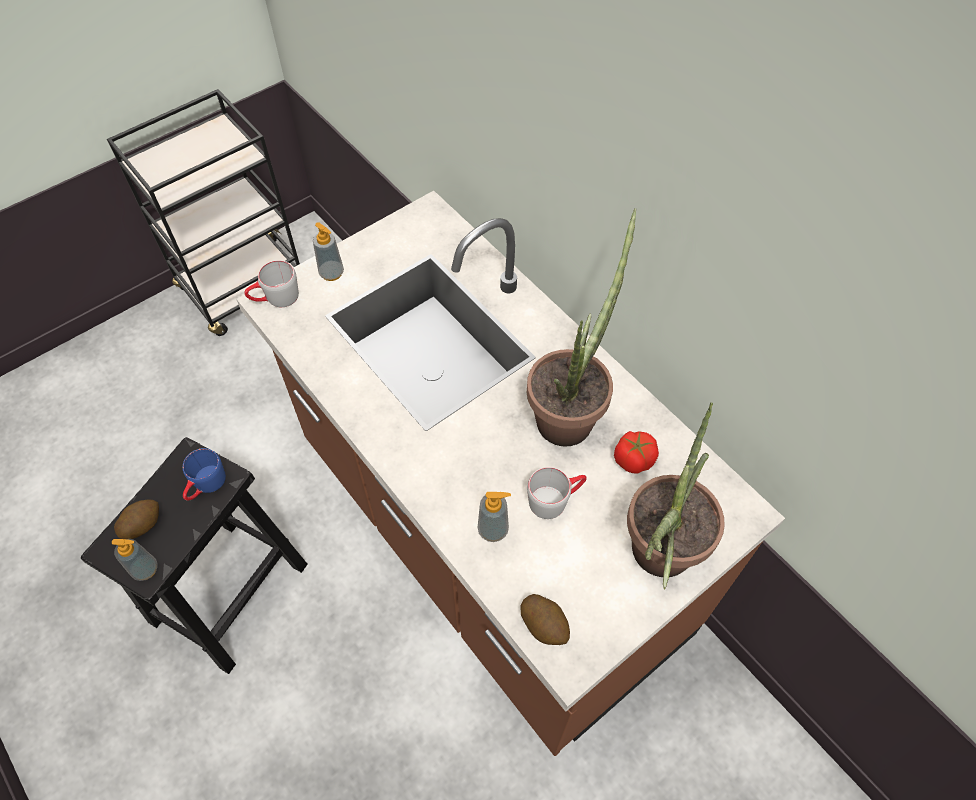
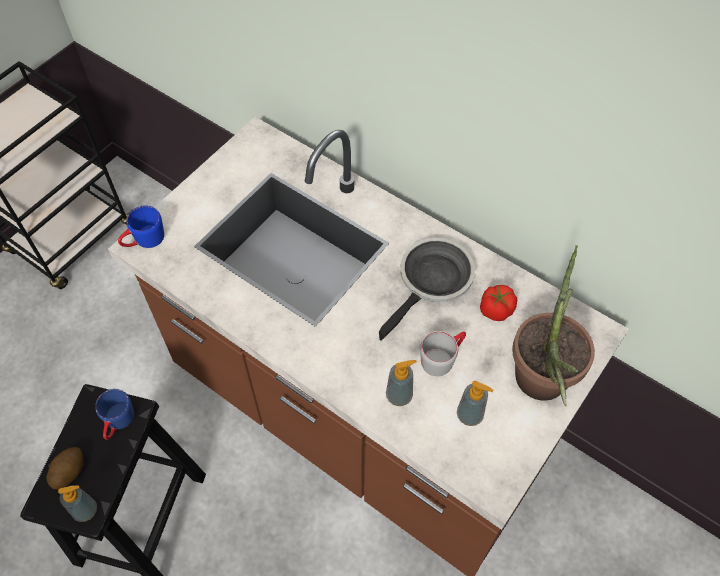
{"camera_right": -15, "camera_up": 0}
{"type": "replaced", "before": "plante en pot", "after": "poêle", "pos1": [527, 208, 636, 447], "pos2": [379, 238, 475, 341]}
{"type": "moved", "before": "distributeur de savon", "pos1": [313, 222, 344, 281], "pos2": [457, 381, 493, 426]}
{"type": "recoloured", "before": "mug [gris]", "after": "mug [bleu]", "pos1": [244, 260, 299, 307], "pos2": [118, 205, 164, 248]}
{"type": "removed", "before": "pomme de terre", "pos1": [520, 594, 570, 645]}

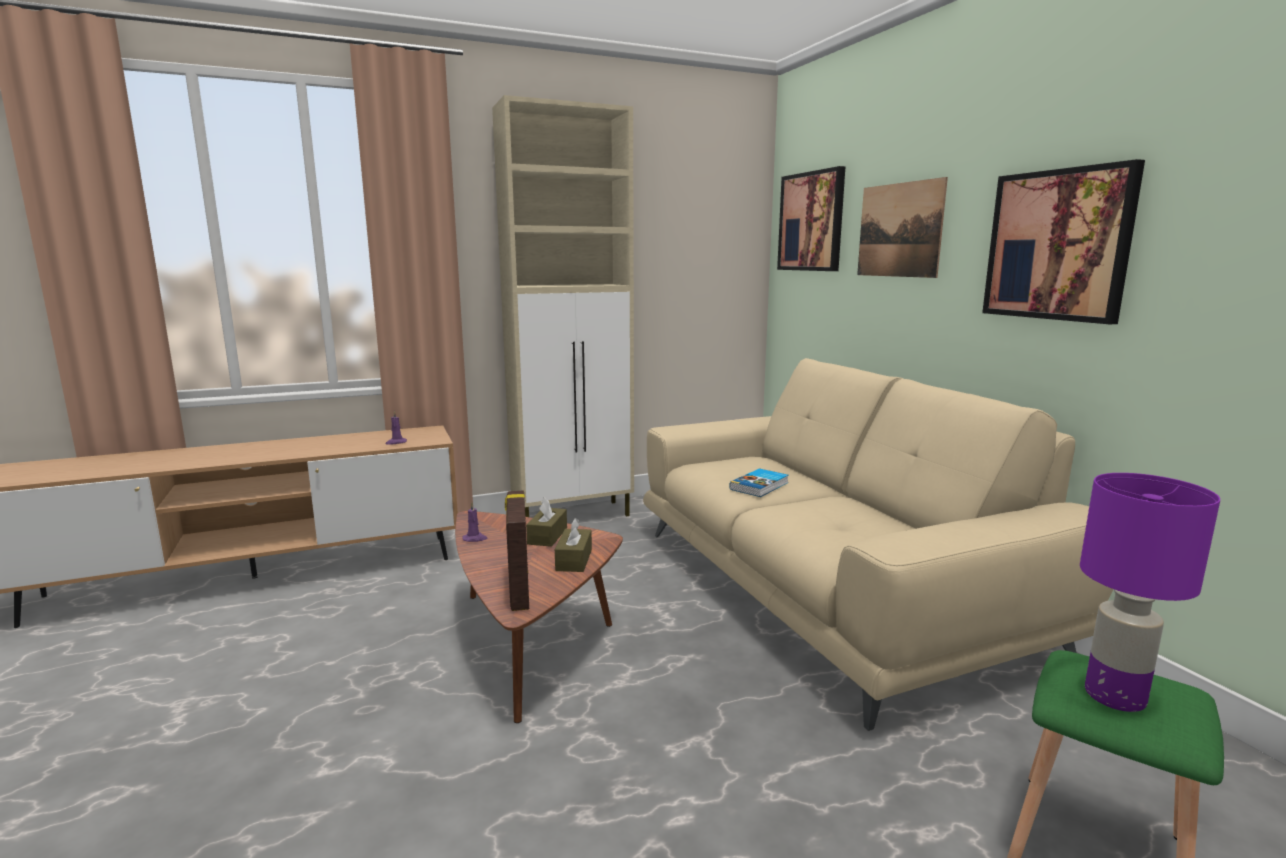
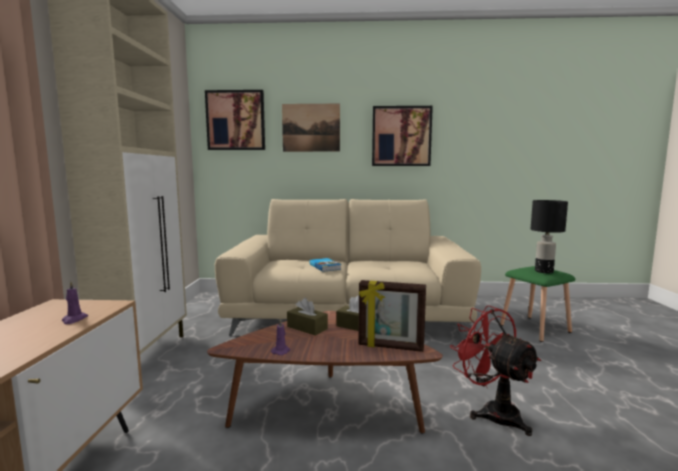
{"camera_right": -65, "camera_up": -5}
{"type": "recoloured", "before": "lampe de table [violet]", "after": "lampe de table [noir]", "pos1": [1080, 473, 1220, 712], "pos2": [531, 200, 568, 274]}
{"type": "added", "after": "ventilateur [rouge]", "pos2": [450, 305, 541, 436]}

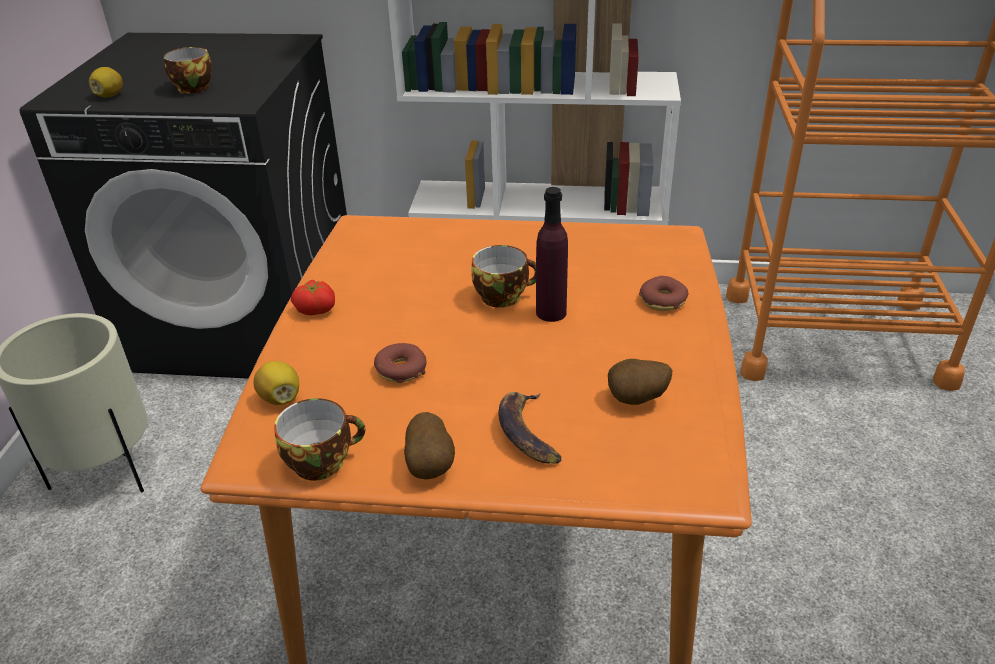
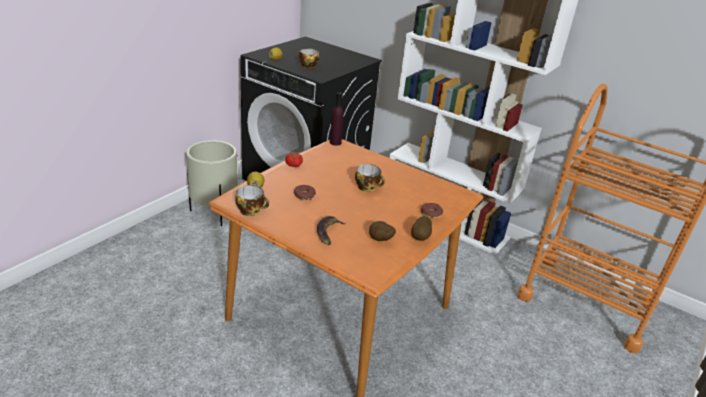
{"camera_right": 25, "camera_up": -5}
{"type": "moved", "before": "bouteille [violet]", "pos1": [536, 187, 568, 322], "pos2": [330, 92, 344, 146]}
{"type": "moved", "before": "pomme de terre", "pos1": [404, 412, 455, 479], "pos2": [411, 216, 432, 241]}

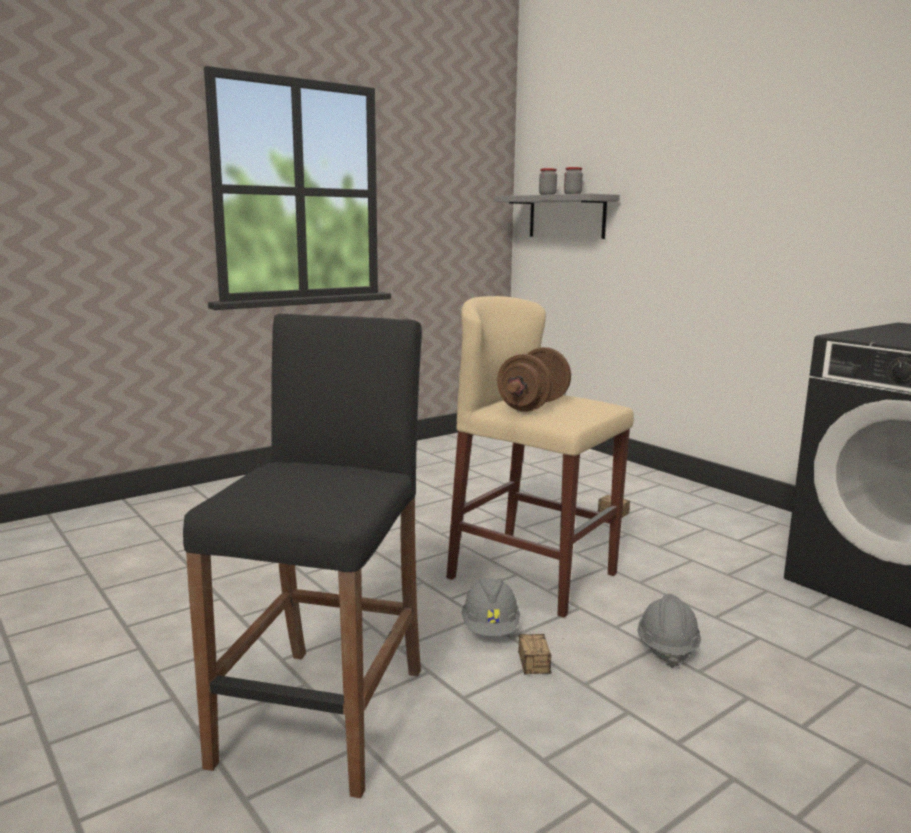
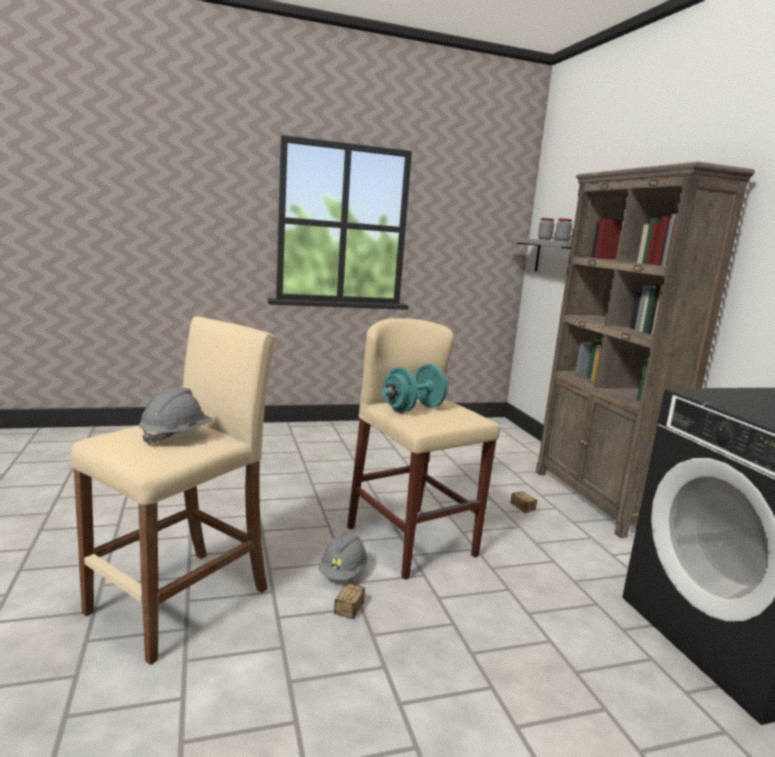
{"camera_right": 20, "camera_up": 0}
{"type": "recoloured", "before": "tabouret [noir]", "after": "tabouret [beige]", "pos1": [183, 314, 422, 798], "pos2": [71, 316, 274, 665]}
{"type": "recoloured", "before": "haltère [marron]", "after": "haltère [turquoise]", "pos1": [497, 347, 571, 412], "pos2": [382, 364, 448, 413]}
{"type": "moved", "before": "casque de chantier [gris]", "pos1": [637, 594, 701, 668], "pos2": [139, 387, 212, 445]}
{"type": "added", "after": "bibliothèque [marron]", "pos2": [536, 161, 755, 538]}

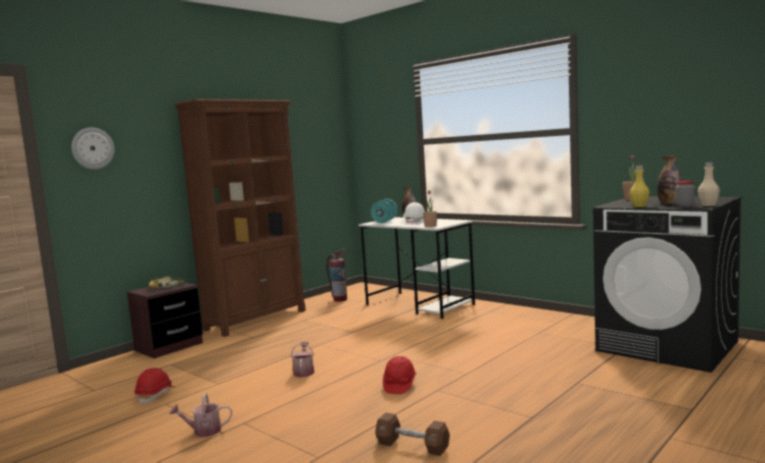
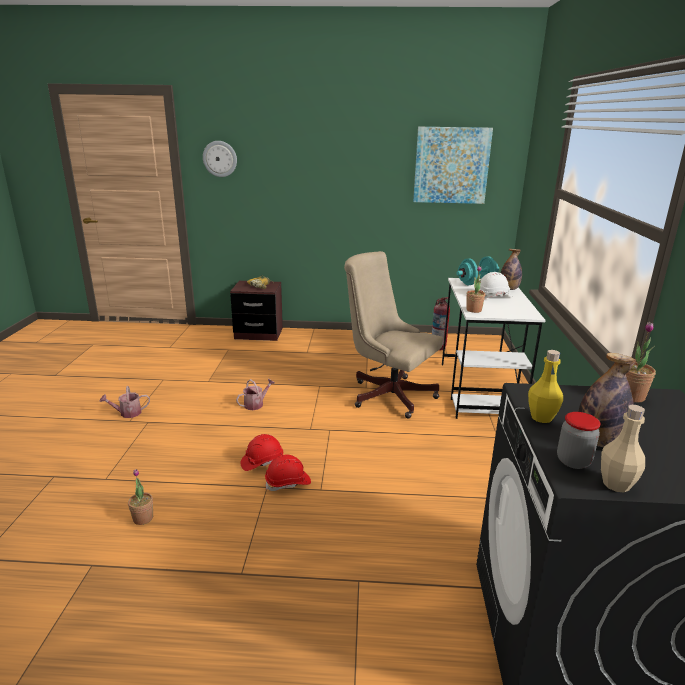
{"camera_right": 50, "camera_up": 15}
{"type": "removed", "before": "bibliothèque [marron]", "pos1": [174, 99, 306, 337]}
{"type": "moved", "before": "casque de chantier [rouge]", "pos1": [134, 368, 174, 405], "pos2": [265, 455, 311, 491]}
{"type": "turned", "before": "arrosoir", "pos1": [169, 393, 232, 437], "pos2": [99, 386, 150, 418], "turn": -60}
{"type": "replaced", "before": "haltère [marron]", "after": "plante en pot", "pos1": [375, 412, 450, 456], "pos2": [128, 469, 153, 525]}
{"type": "added", "after": "tableau", "pos2": [413, 127, 493, 204]}
{"type": "added", "after": "chaise de bureau [beige]", "pos2": [344, 251, 443, 419]}

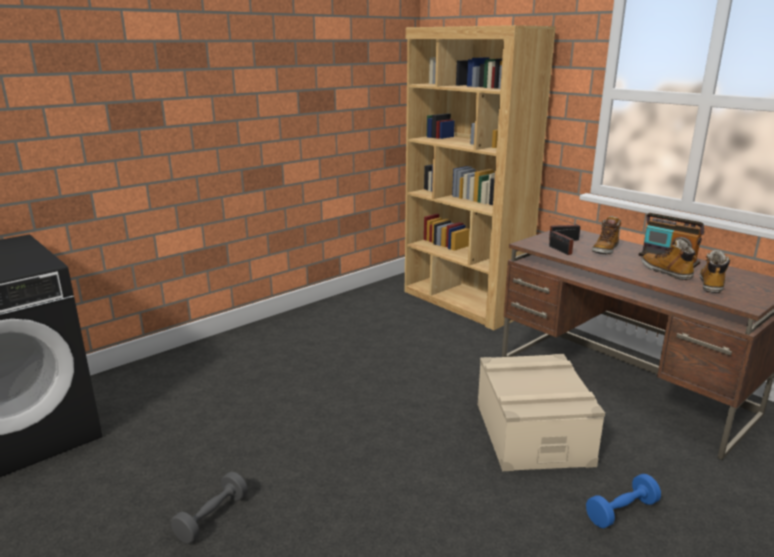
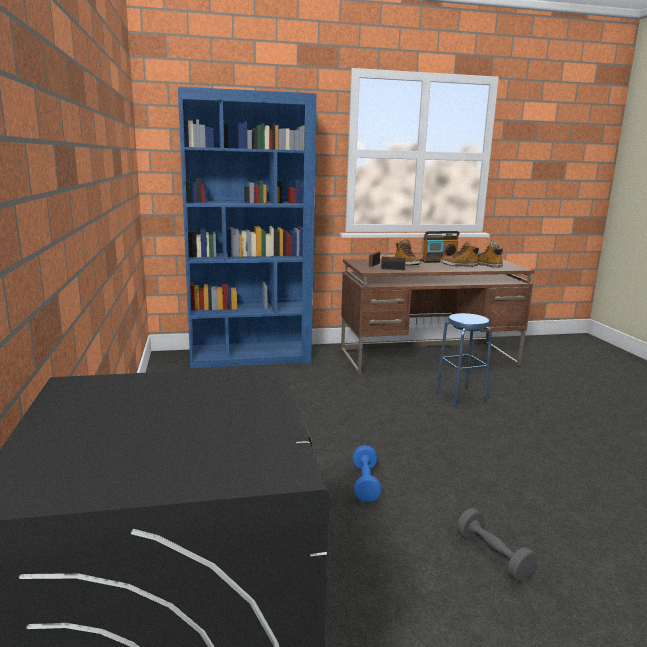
{"camera_right": -60, "camera_up": -5}
{"type": "recoloured", "before": "bibliothèque [marron]", "after": "bibliothèque [bleu]", "pos1": [405, 25, 556, 330], "pos2": [177, 86, 316, 368]}
{"type": "replaced", "before": "boîte de rangement [beige]", "after": "tabouret [bleu]", "pos1": [478, 354, 605, 471], "pos2": [436, 313, 492, 407]}
{"type": "moved", "before": "haltère [bleu]", "pos1": [586, 474, 661, 528], "pos2": [353, 445, 381, 502]}

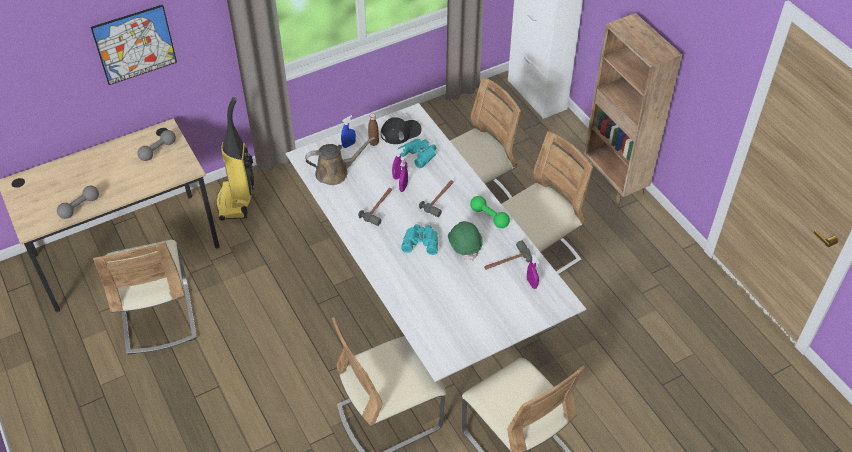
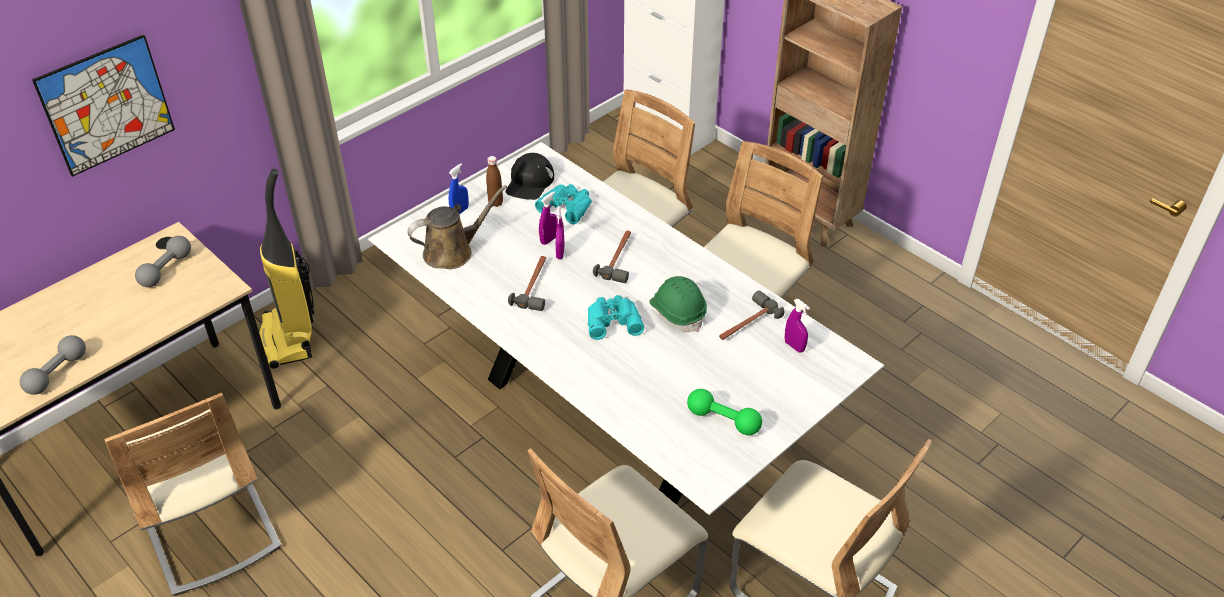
{"camera_right": -15, "camera_up": -5}
{"type": "turned", "before": "casquette [noir]", "pos1": [381, 117, 421, 144], "pos2": [505, 153, 554, 200], "turn": 150}
{"type": "moved", "before": "haltère [vert]", "pos1": [470, 196, 510, 228], "pos2": [687, 389, 762, 435]}

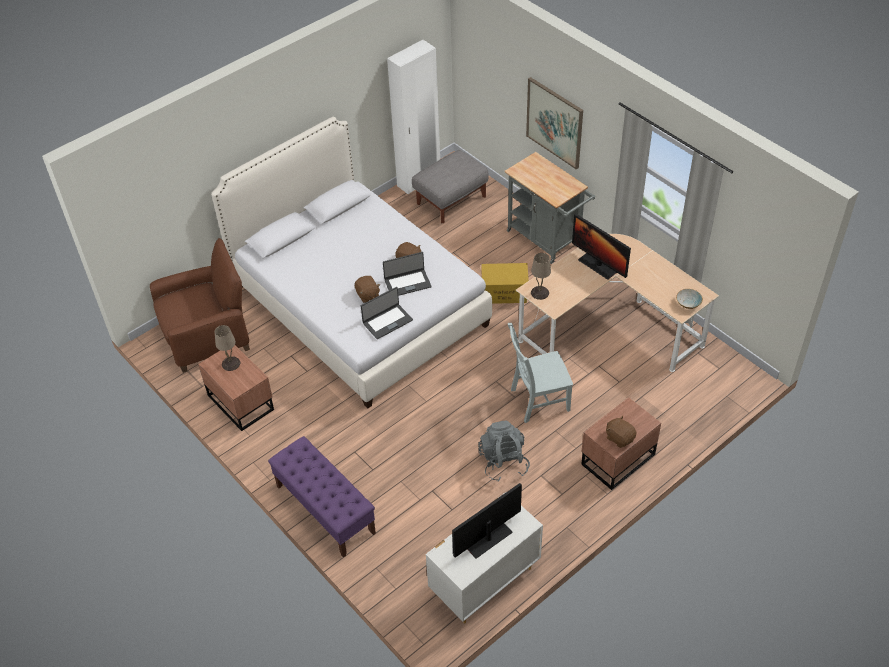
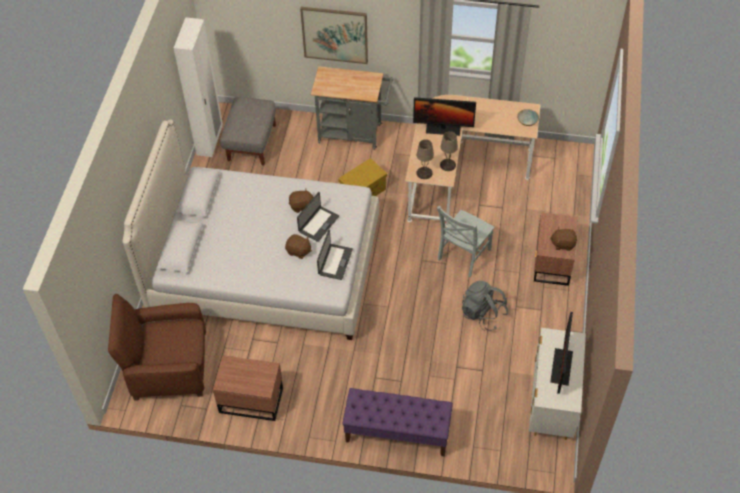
{"camera_right": -40, "camera_up": 5}
{"type": "turned", "before": "fauteuil [marron]", "pos1": [150, 238, 250, 373], "pos2": [108, 294, 206, 401], "turn": -120}
{"type": "moved", "before": "lampe de table [beige]", "pos1": [215, 325, 240, 371], "pos2": [440, 131, 458, 171]}

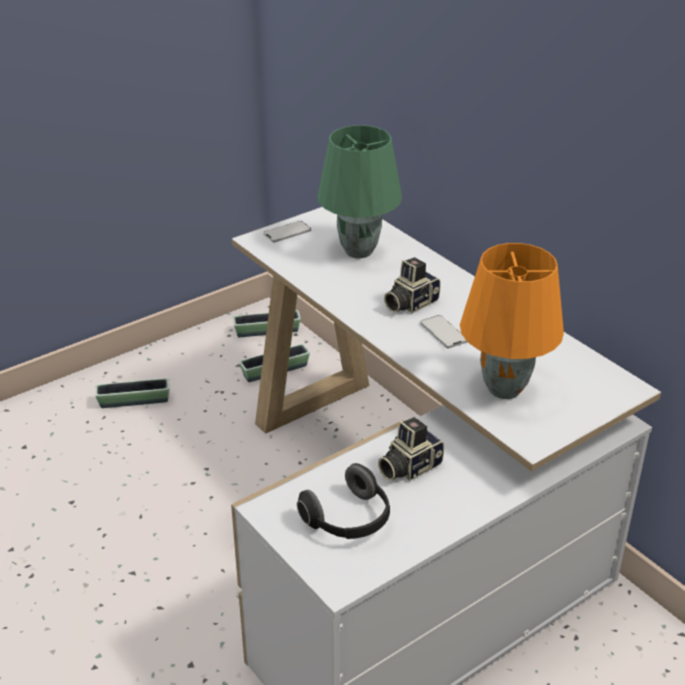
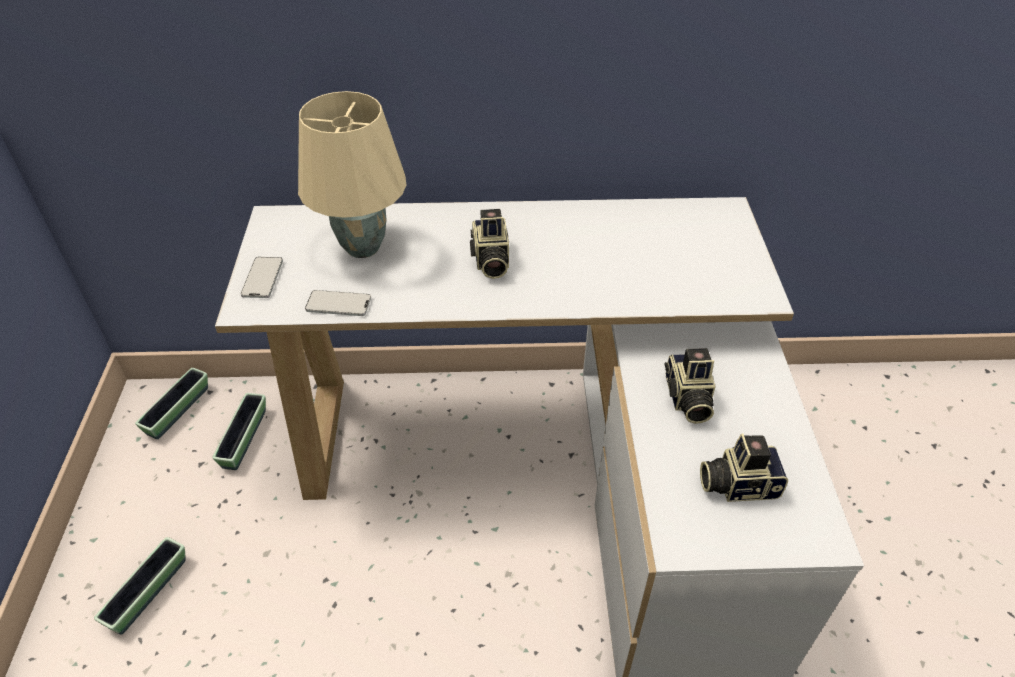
{"camera_right": -55, "camera_up": 10}
{"type": "recoloured", "before": "lampe de table [vert]", "after": "lampe de table [beige]", "pos1": [317, 125, 402, 258], "pos2": [298, 91, 406, 258]}
{"type": "removed", "before": "lampe de table [orange]", "pos1": [460, 243, 564, 399]}
{"type": "moved", "before": "téléphone", "pos1": [420, 315, 467, 349], "pos2": [305, 290, 371, 316]}
{"type": "replaced", "before": "casque audio", "after": "appareil photo", "pos1": [297, 463, 390, 539], "pos2": [700, 433, 788, 502]}

